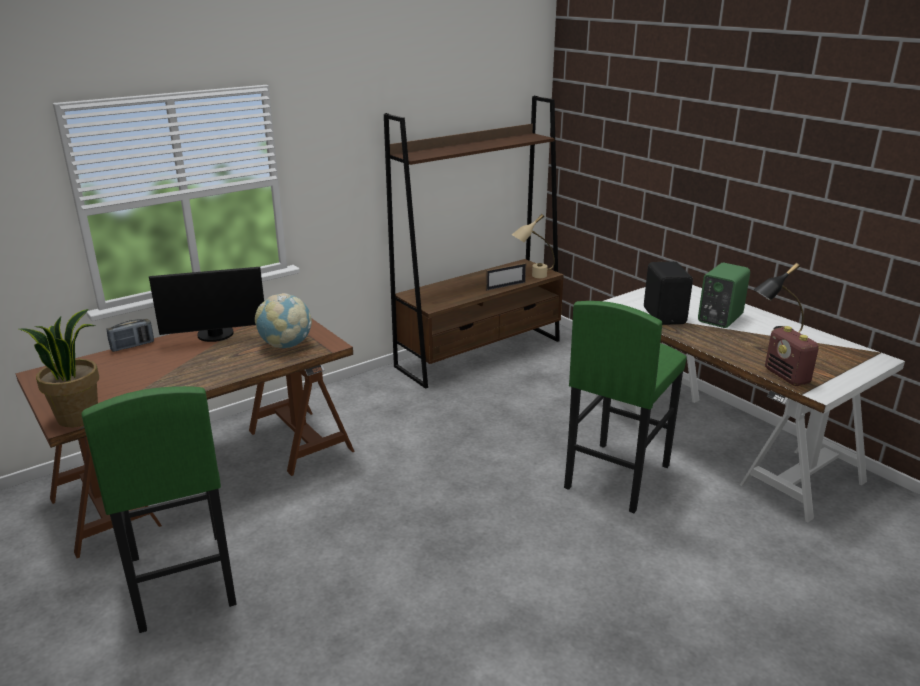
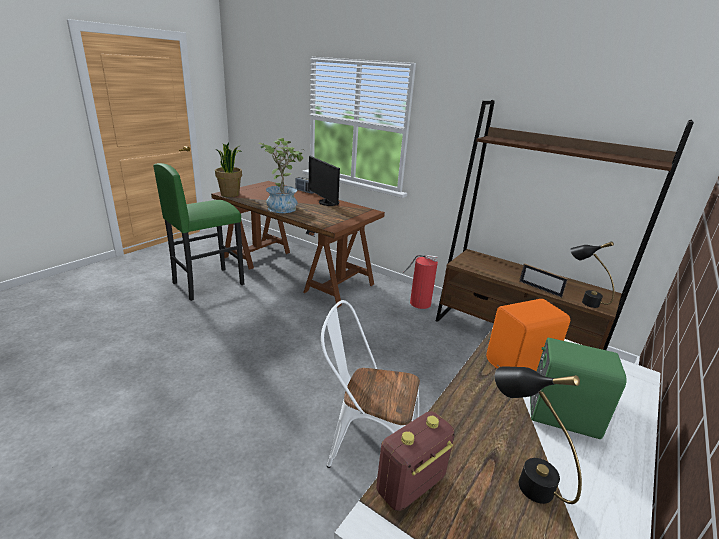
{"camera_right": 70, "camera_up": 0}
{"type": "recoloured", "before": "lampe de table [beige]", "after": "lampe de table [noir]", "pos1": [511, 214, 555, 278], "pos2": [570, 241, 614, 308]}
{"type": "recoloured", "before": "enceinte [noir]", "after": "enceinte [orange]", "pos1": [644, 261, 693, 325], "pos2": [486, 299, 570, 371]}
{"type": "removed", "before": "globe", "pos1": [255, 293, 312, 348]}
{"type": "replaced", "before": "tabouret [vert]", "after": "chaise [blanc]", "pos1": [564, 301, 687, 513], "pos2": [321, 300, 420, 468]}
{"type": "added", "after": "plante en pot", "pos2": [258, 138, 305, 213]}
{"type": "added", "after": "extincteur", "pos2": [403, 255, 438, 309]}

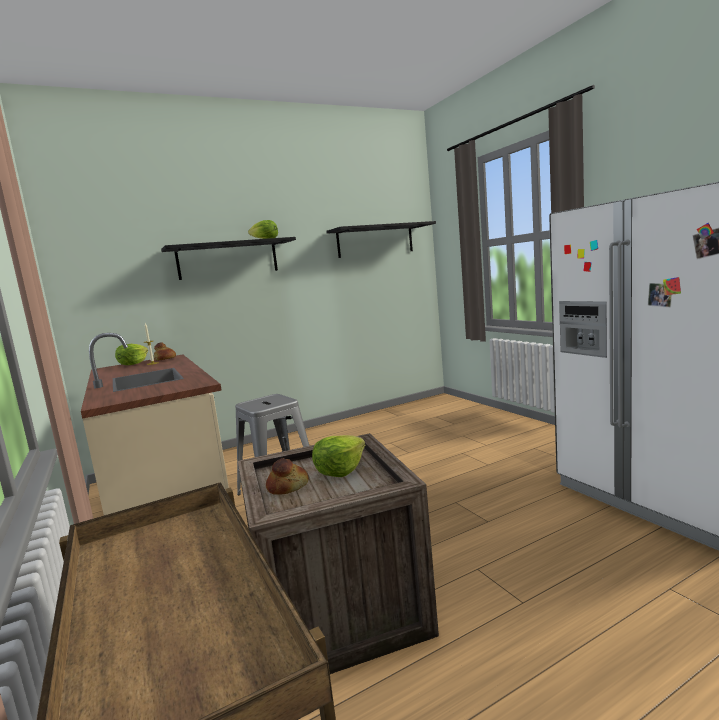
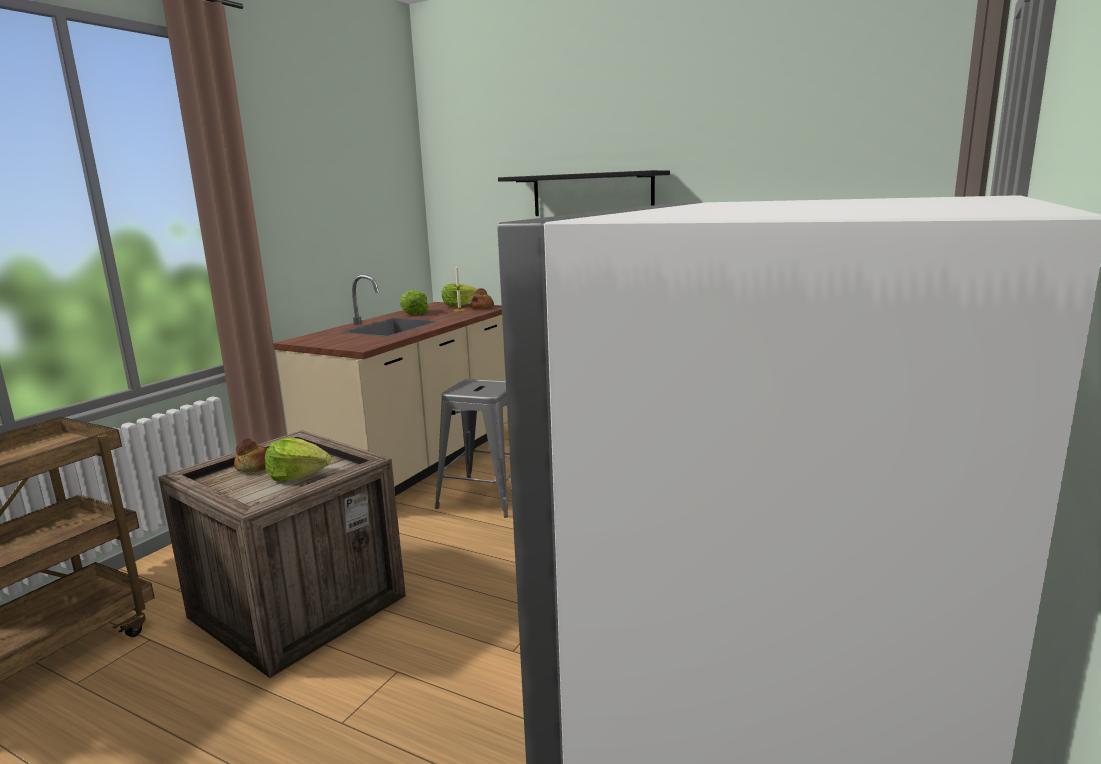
{"camera_right": 55, "camera_up": 5}
{"type": "moved", "before": "laitue", "pos1": [248, 220, 278, 239], "pos2": [400, 290, 429, 315]}
{"type": "removed", "before": "étagère [noir]", "pos1": [326, 221, 436, 258]}

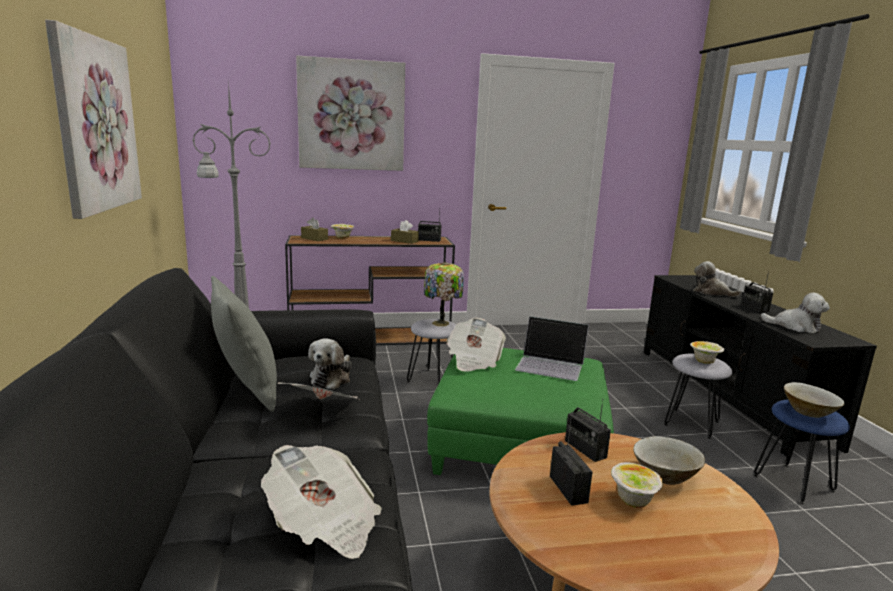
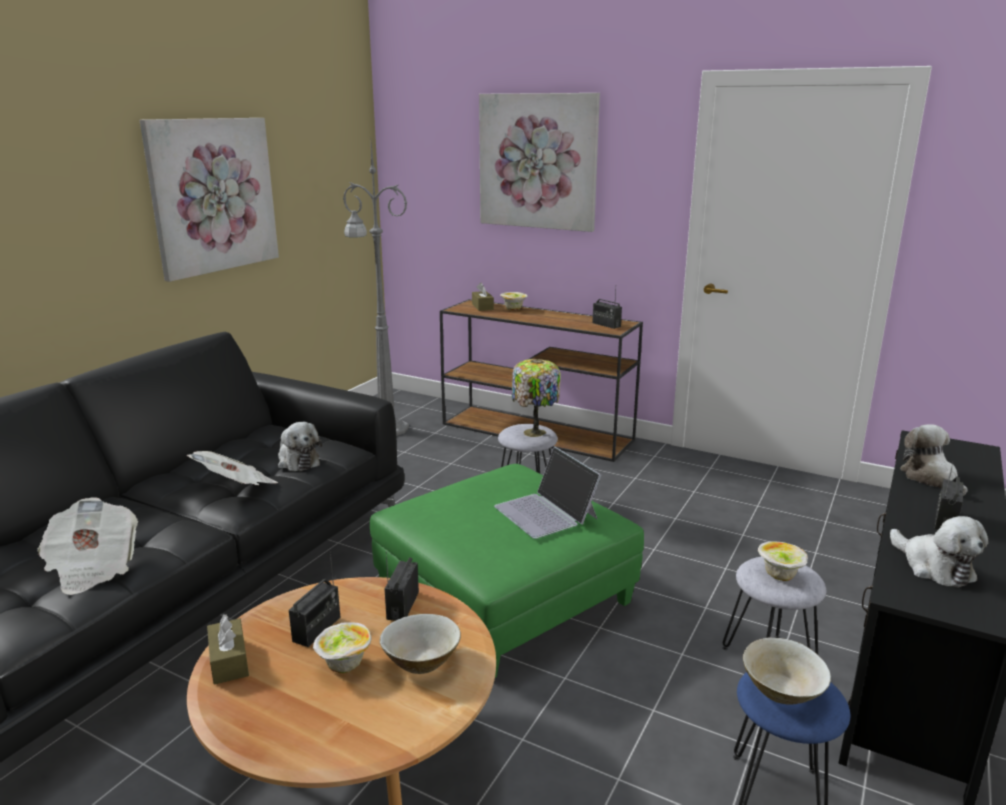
{"camera_right": 40, "camera_up": 5}
{"type": "moved", "before": "boîte à mouchoirs [marron]", "pos1": [391, 220, 419, 244], "pos2": [207, 614, 249, 685]}
{"type": "removed", "before": "coussin [gris]", "pos1": [211, 276, 277, 412]}
{"type": "removed", "before": "journal", "pos1": [446, 318, 506, 372]}
{"type": "turned", "before": "peluche", "pos1": [308, 338, 351, 389], "pos2": [278, 422, 322, 471], "turn": -90}

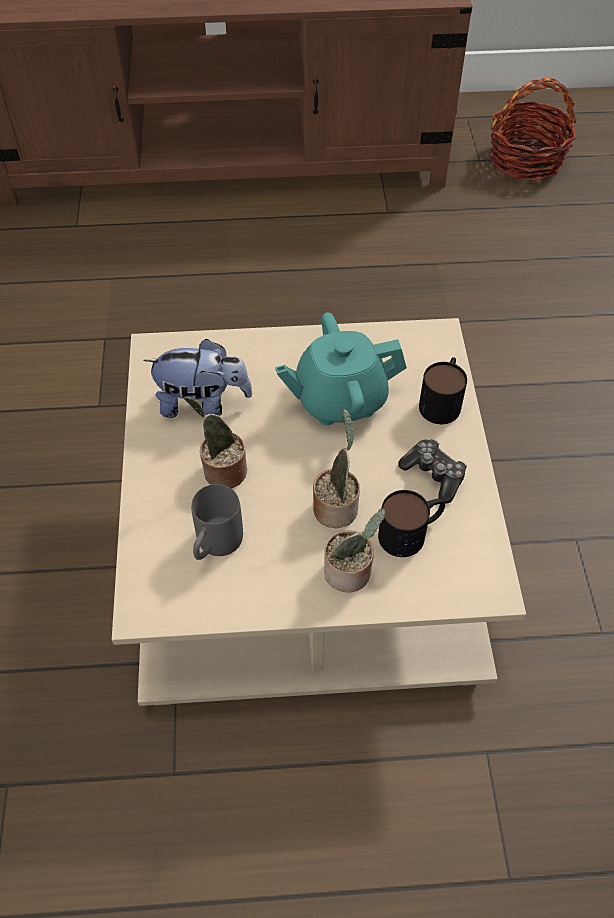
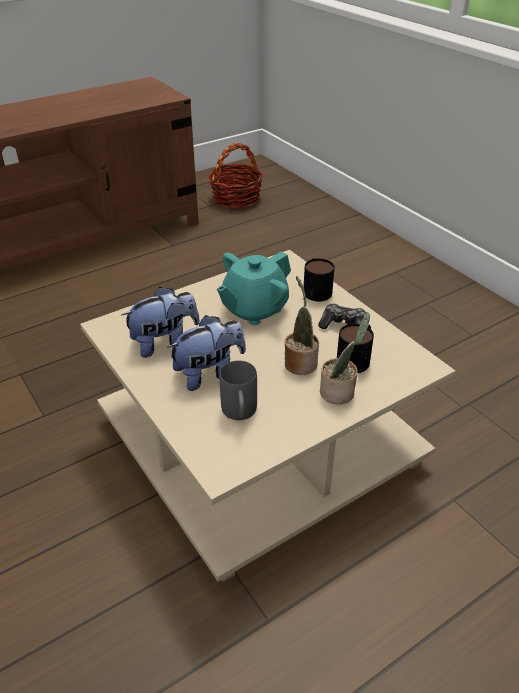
{"camera_right": -30, "camera_up": -15}
{"type": "replaced", "before": "plante en pot", "after": "peluche", "pos1": [183, 397, 247, 489], "pos2": [167, 315, 246, 391]}

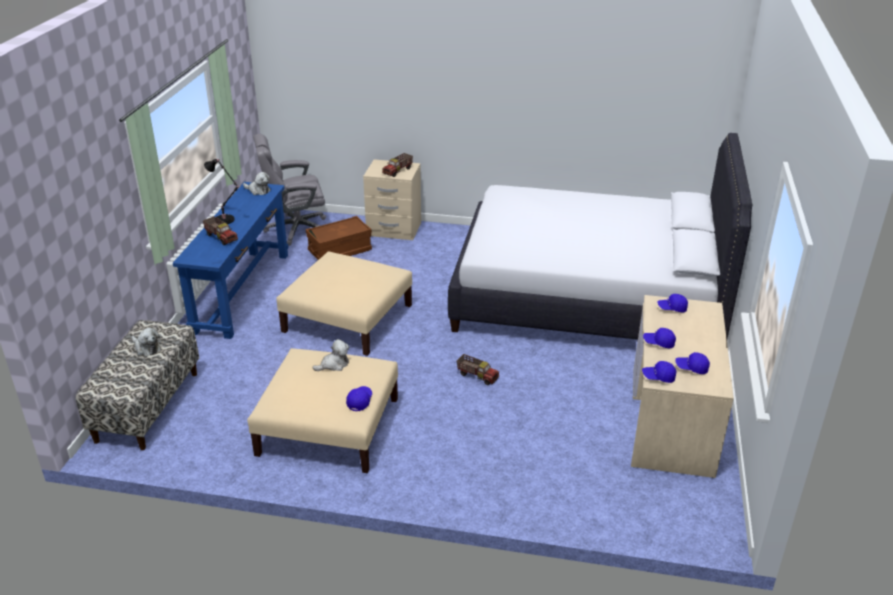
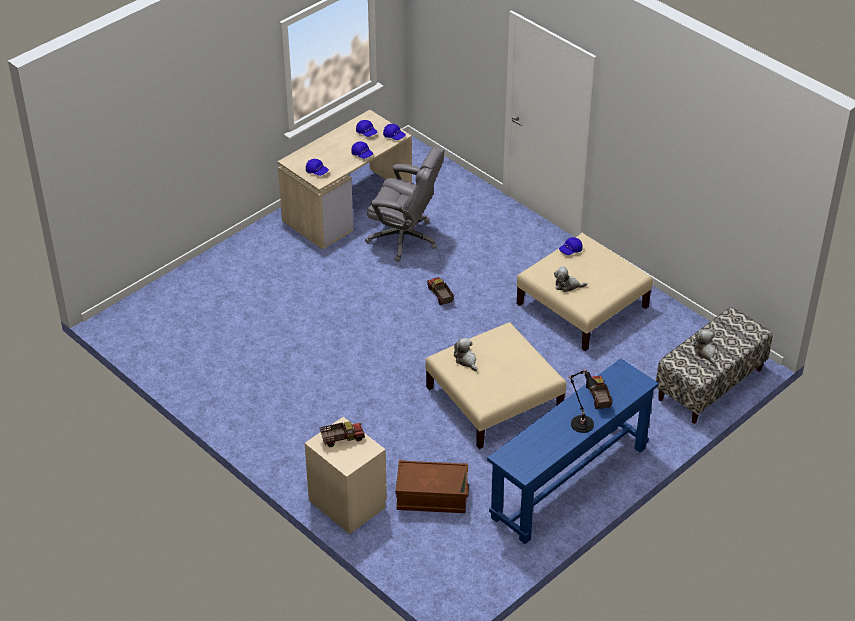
{"camera_right": -145, "camera_up": 10}
{"type": "removed", "before": "lit [blanc]", "pos1": [448, 133, 752, 340]}
{"type": "moved", "before": "chaise de bureau [gris]", "pos1": [253, 134, 326, 246], "pos2": [365, 147, 444, 262]}
{"type": "moved", "before": "peluche", "pos1": [243, 172, 271, 195], "pos2": [454, 338, 477, 371]}

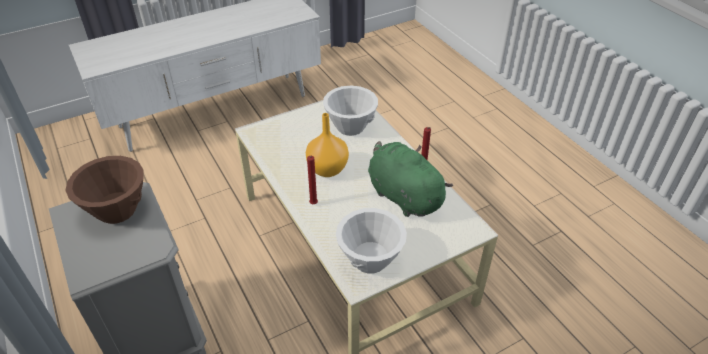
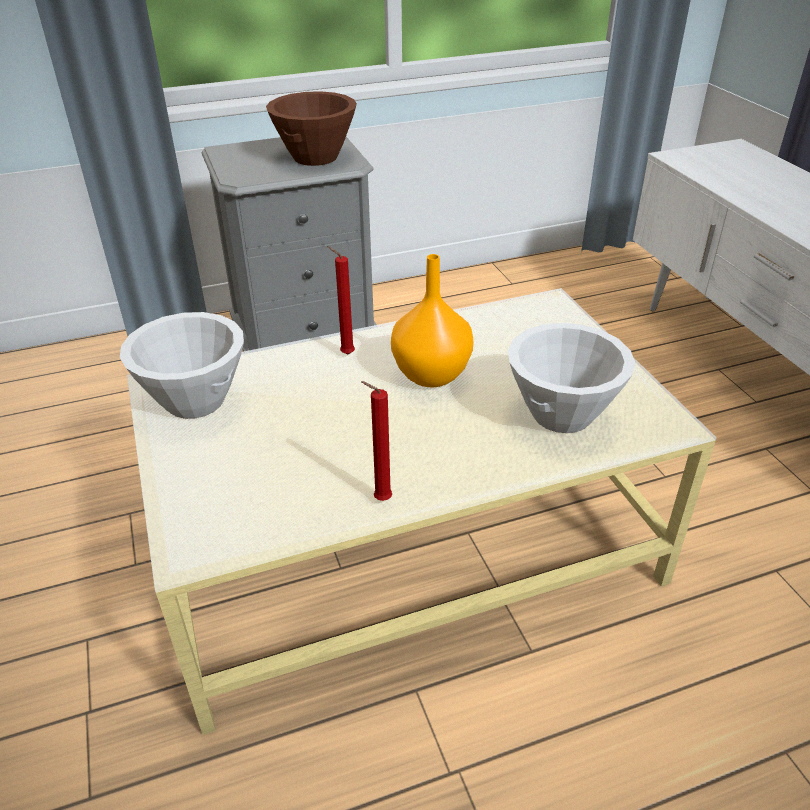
{"camera_right": 100, "camera_up": -5}
{"type": "removed", "before": "peluche [vert]", "pos1": [368, 141, 453, 217]}

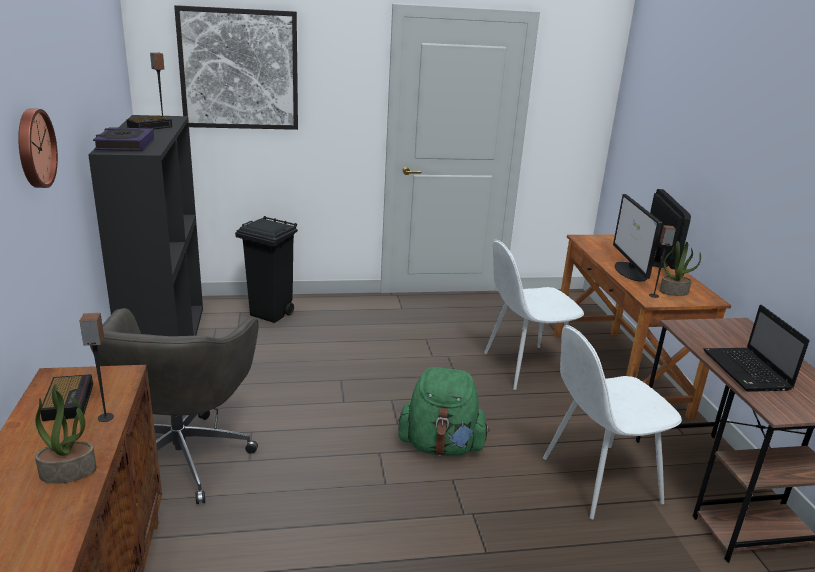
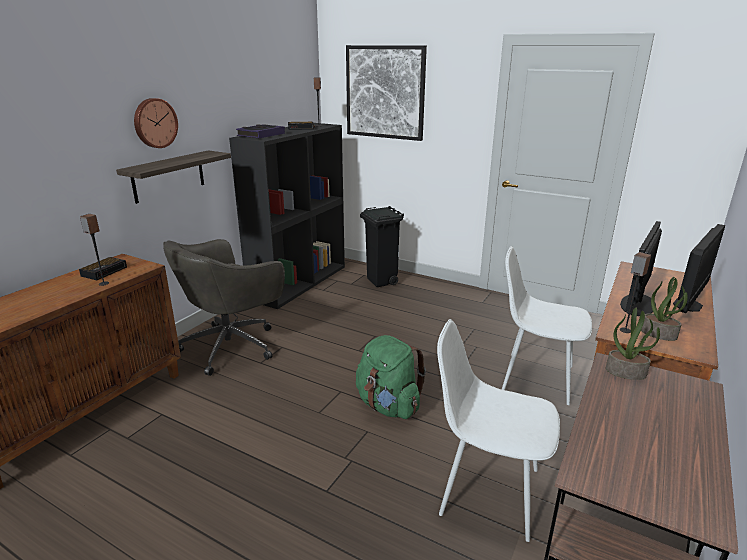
{"camera_right": 40, "camera_up": 0}
{"type": "removed", "before": "ordinateur portable", "pos1": [703, 305, 810, 392]}
{"type": "moved", "before": "plante en pot", "pos1": [35, 384, 97, 484], "pos2": [606, 308, 660, 380]}
{"type": "added", "after": "étagère", "pos2": [116, 150, 231, 204]}

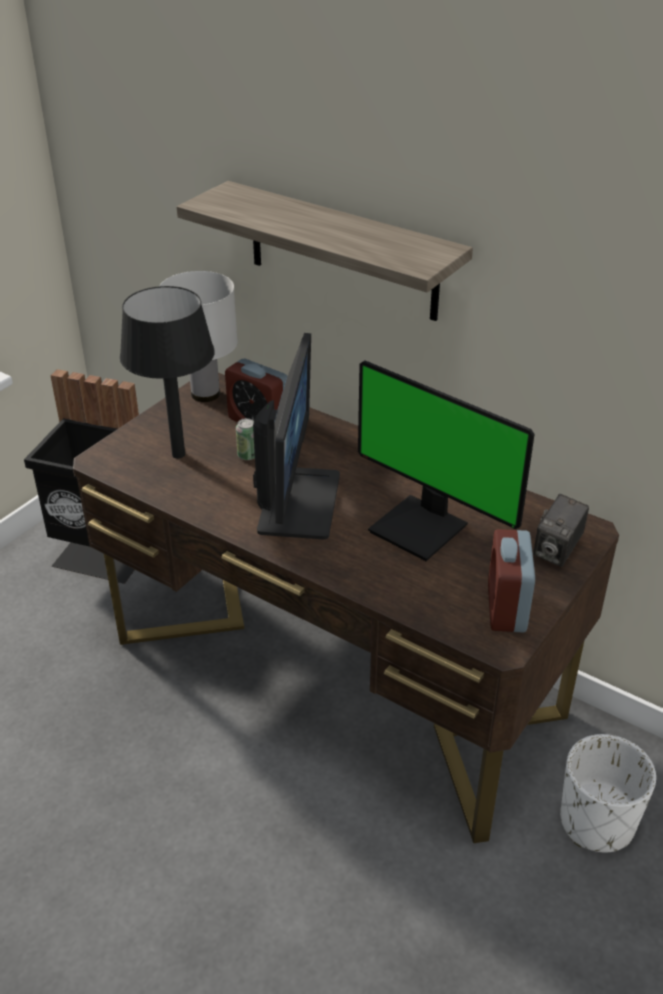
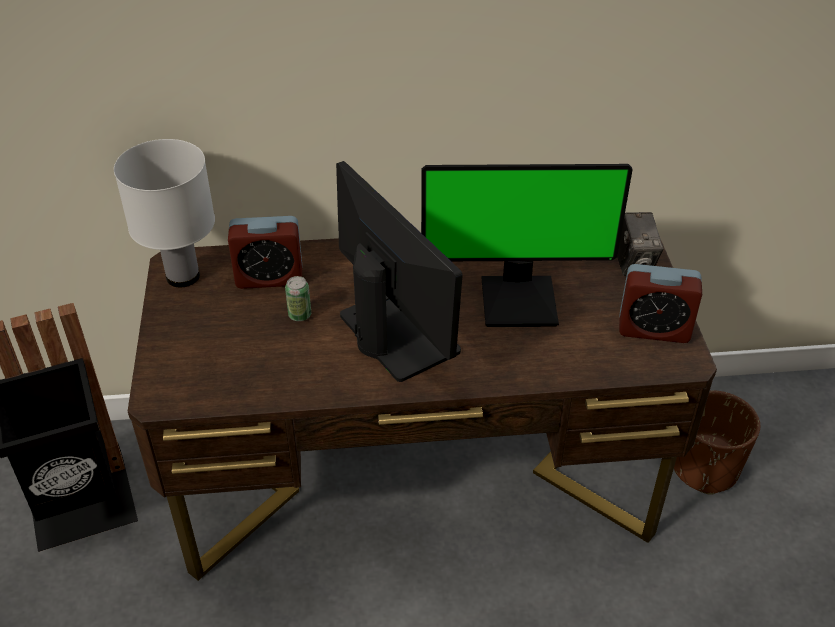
{"camera_right": -40, "camera_up": 5}
{"type": "removed", "before": "étagère", "pos1": [177, 181, 473, 321]}
{"type": "removed", "before": "lampe de table [noir]", "pos1": [120, 286, 215, 458]}
{"type": "turned", "before": "réveil", "pos1": [488, 529, 535, 633], "pos2": [619, 264, 702, 343], "turn": -45}
{"type": "recoloured", "before": "cache-pot [blanc]", "after": "cache-pot [marron]", "pos1": [560, 734, 656, 853], "pos2": [674, 390, 760, 495]}

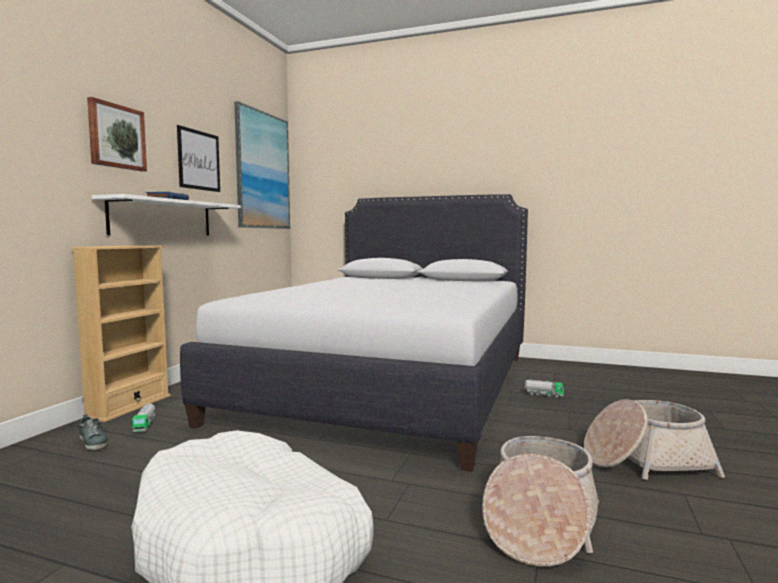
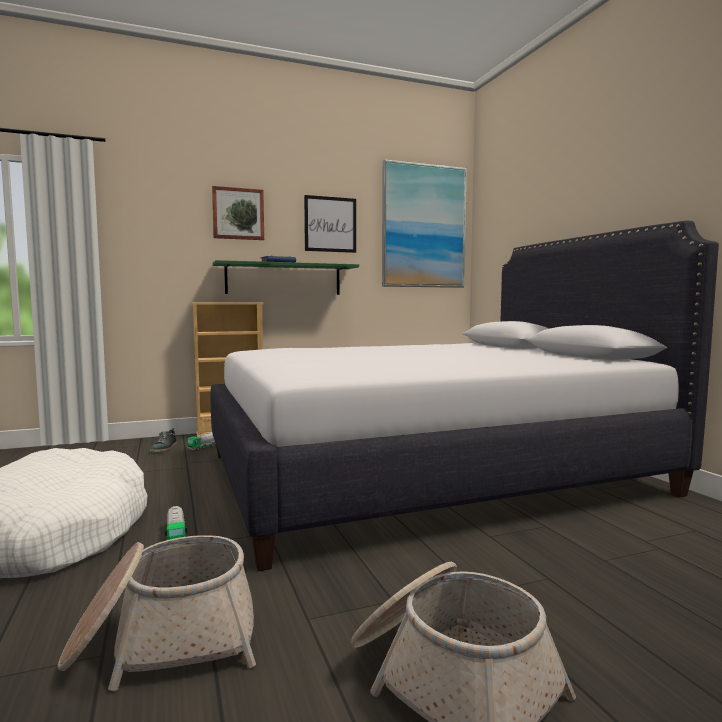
{"camera_right": 50, "camera_up": 0}
{"type": "recoloured", "before": "étagère [blanc]", "after": "étagère [vert]", "pos1": [92, 194, 241, 236], "pos2": [212, 260, 359, 295]}
{"type": "moved", "before": "camion jouet", "pos1": [525, 380, 564, 398], "pos2": [165, 506, 187, 540]}

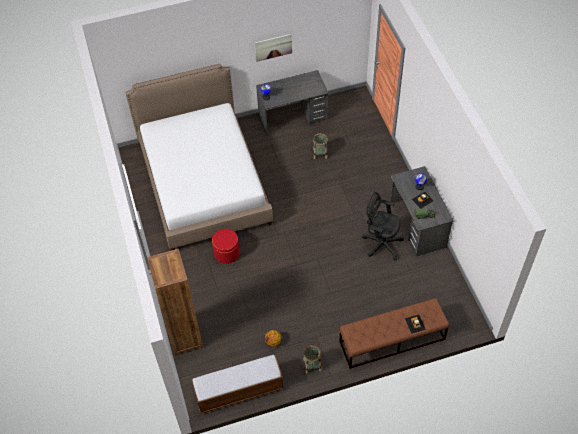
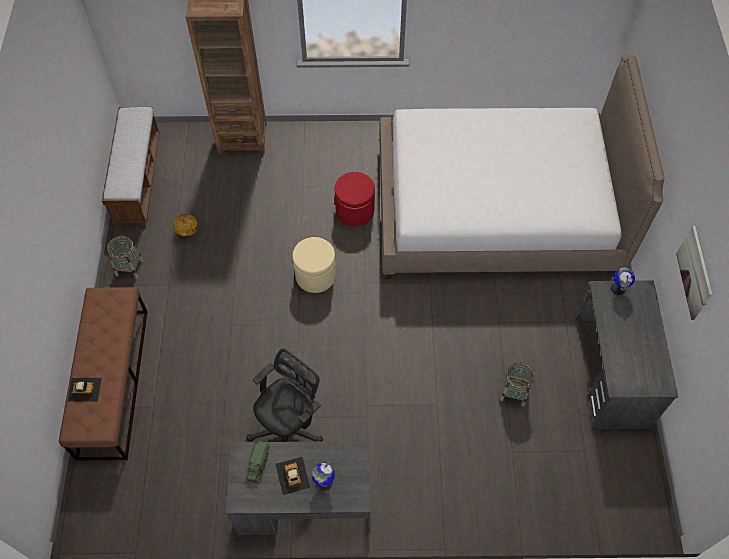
{"camera_right": 105, "camera_up": 5}
{"type": "added", "after": "pouf [beige]", "pos2": [292, 237, 336, 293]}

